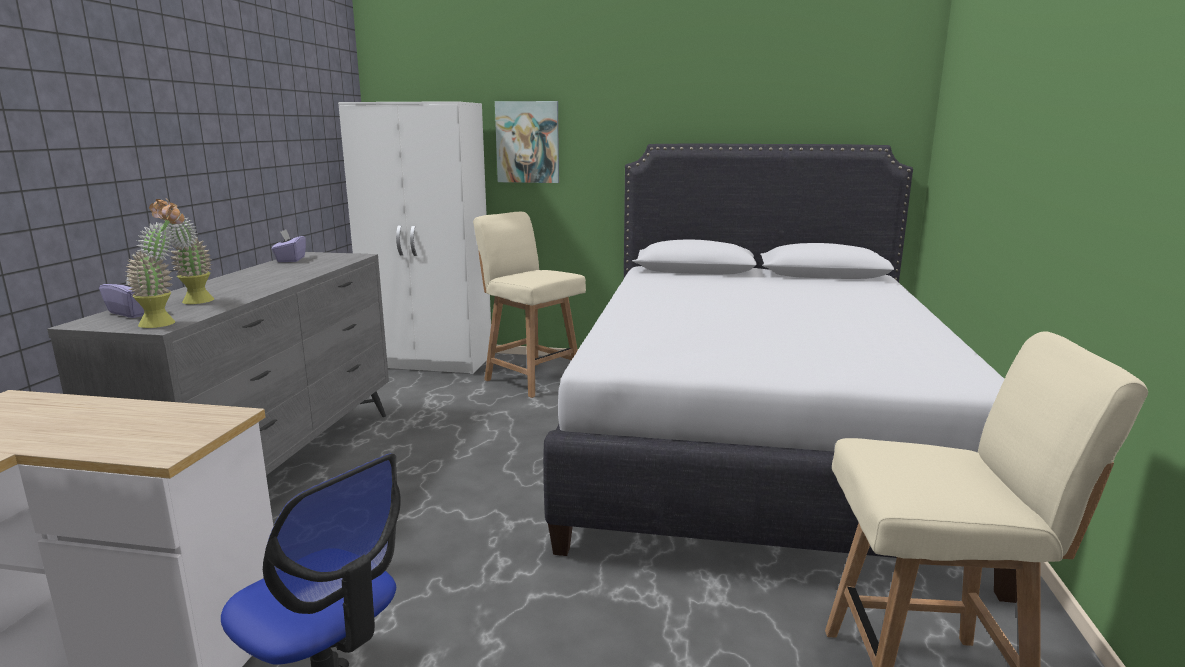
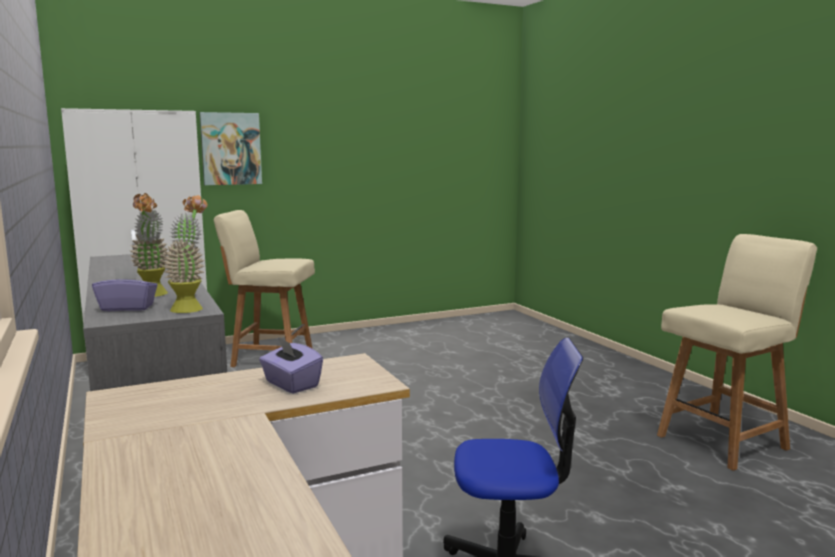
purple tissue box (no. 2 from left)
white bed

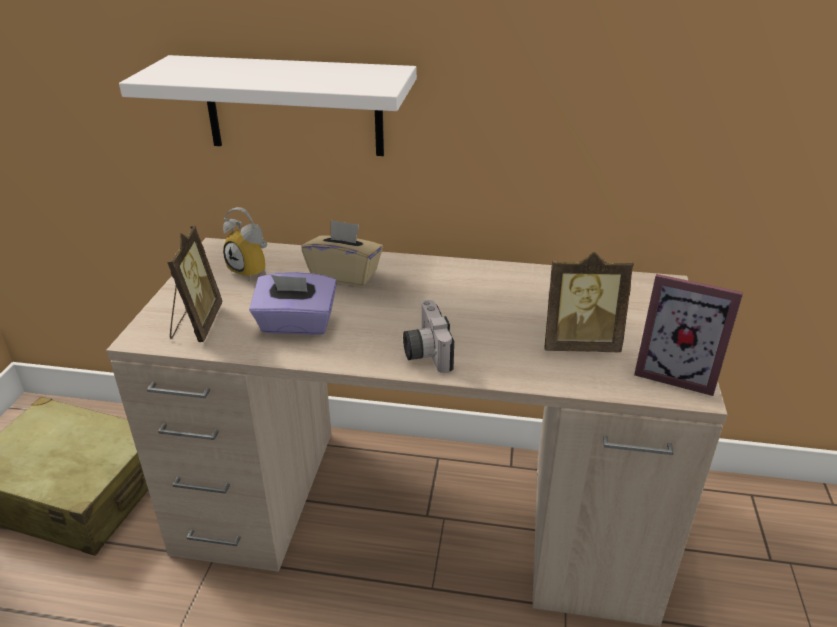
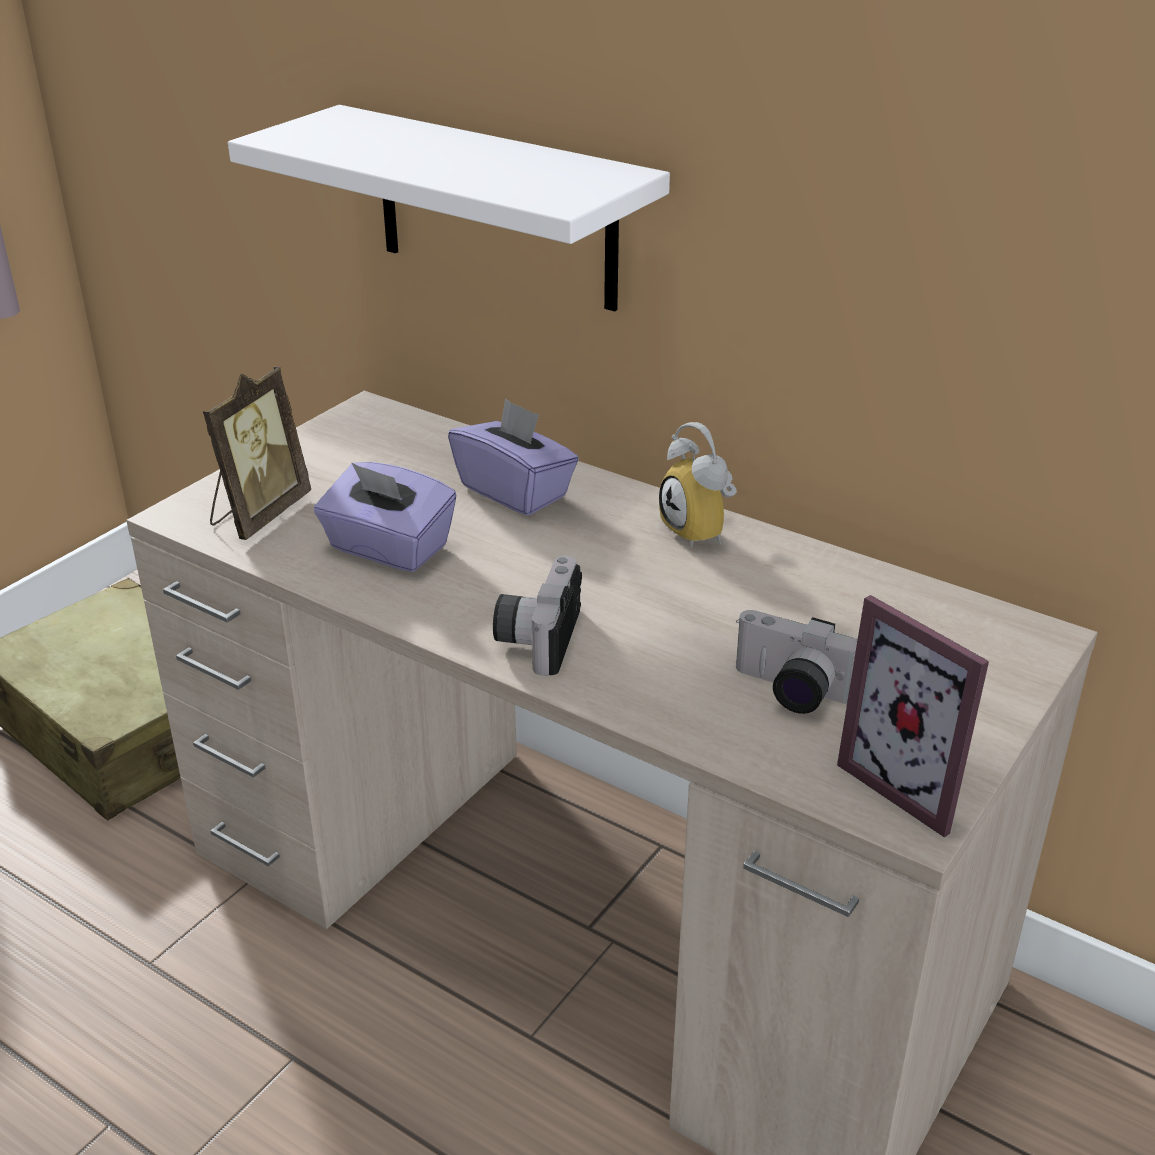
purple tissue box (no. 2 from left)
alarm clock
photo camera (no. 2 from left)

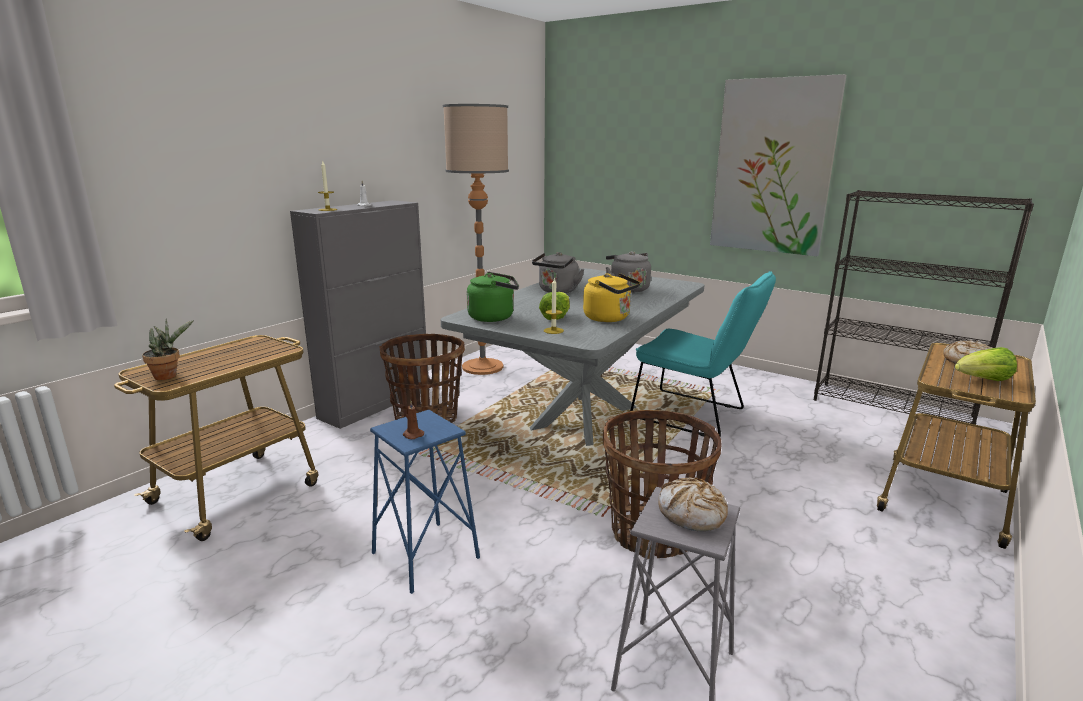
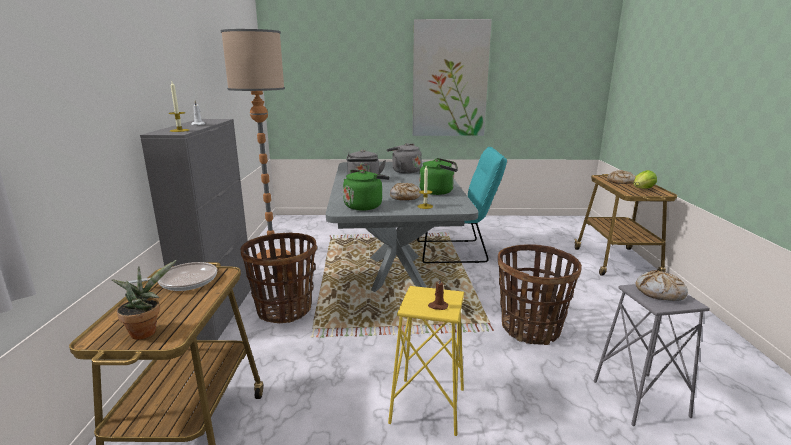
frying pan
yellow stool
bread (no. 1 from left)
green kettle (no. 2 from left)
black bookcase

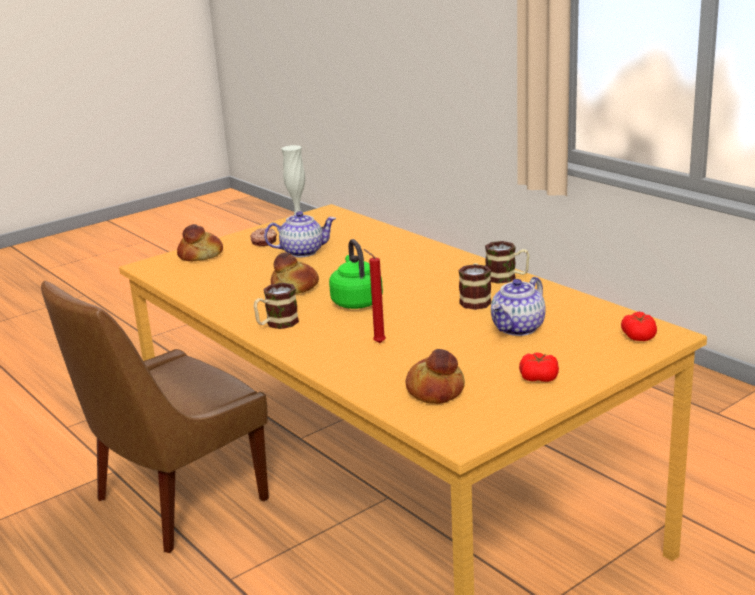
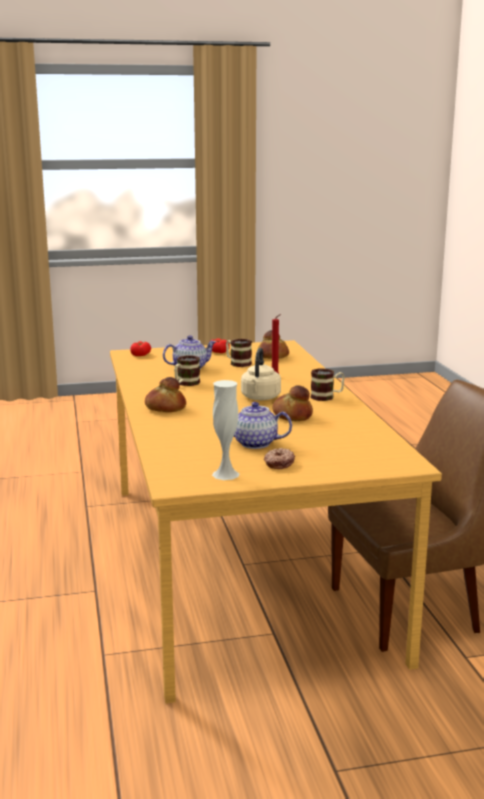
bread (no. 1 from left)
mug (no. 2 from left)
beige kettle

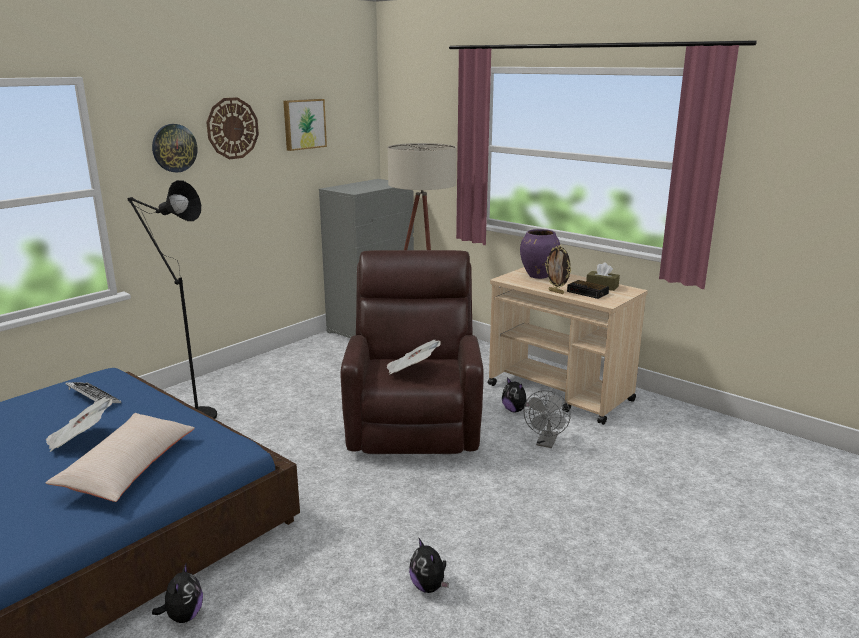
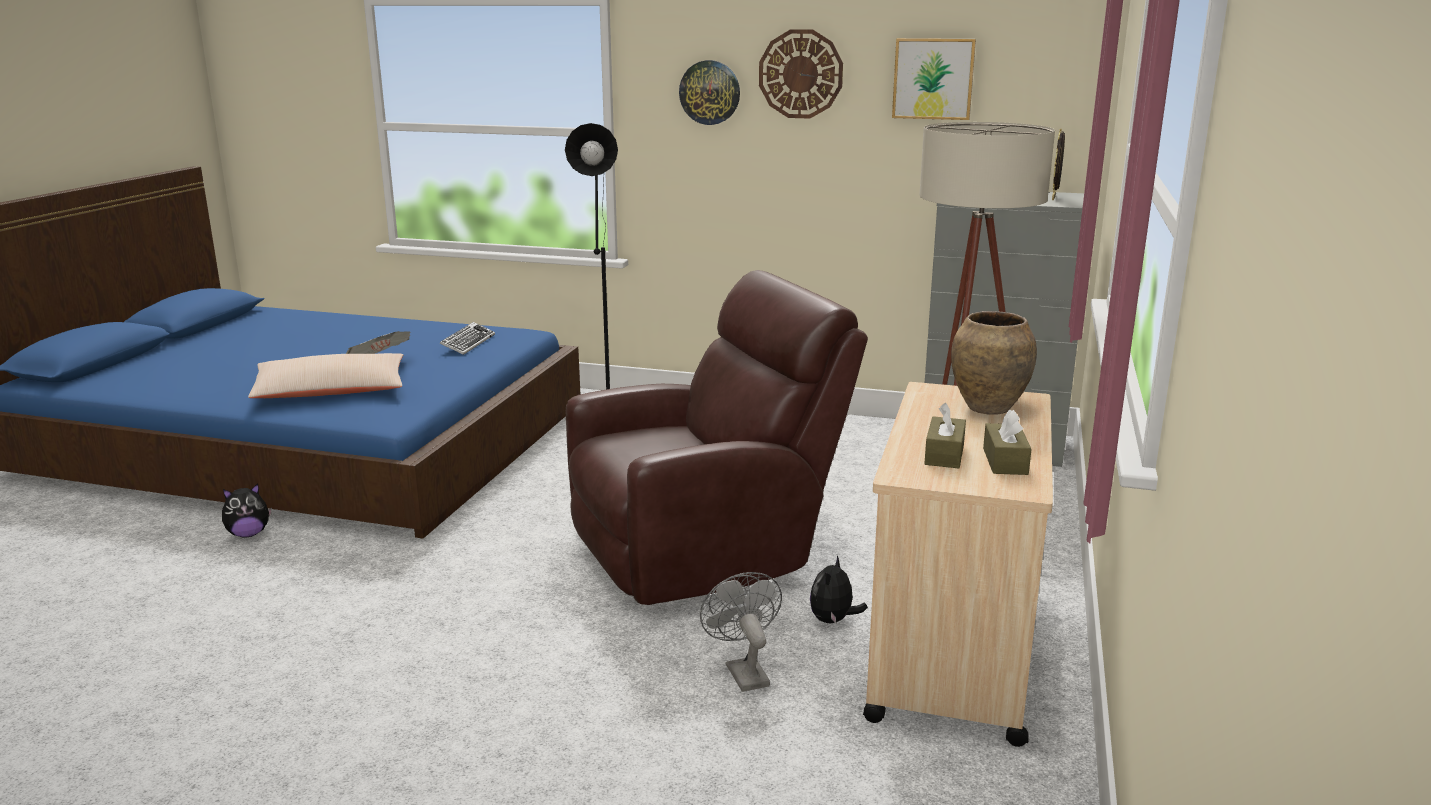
grey fan
brown tissue box (no. 1 from left)
brown vase
picture frame
newspaper (no. 2 from left in the first image)
plush toy (no. 2 from left in the first image)

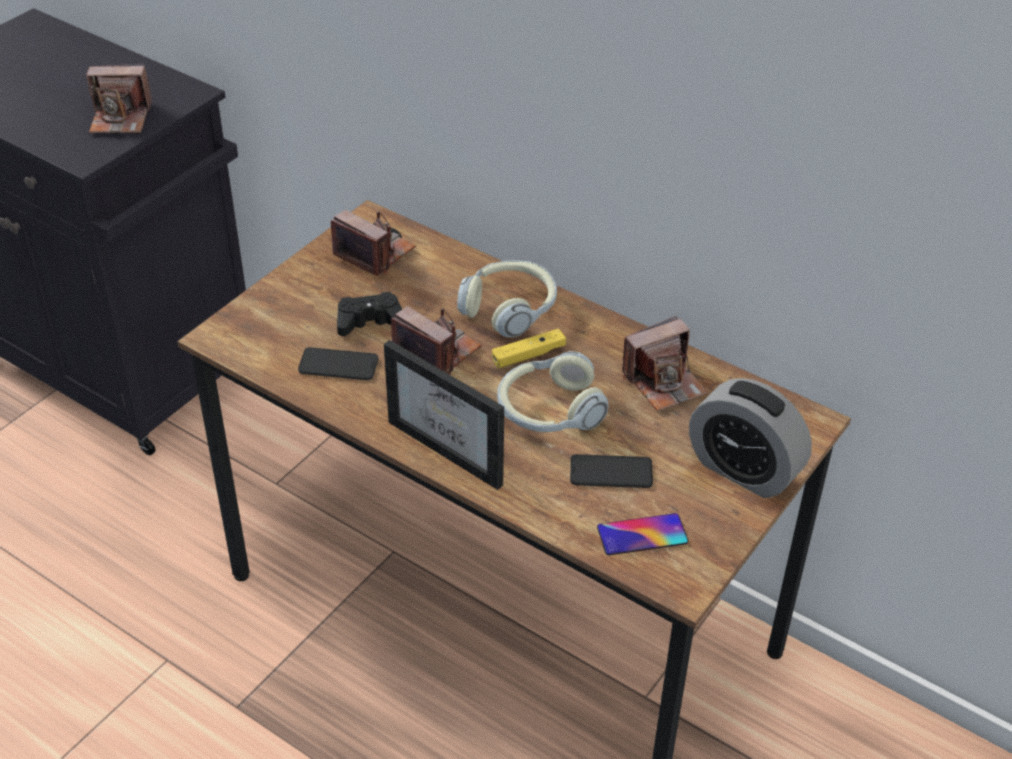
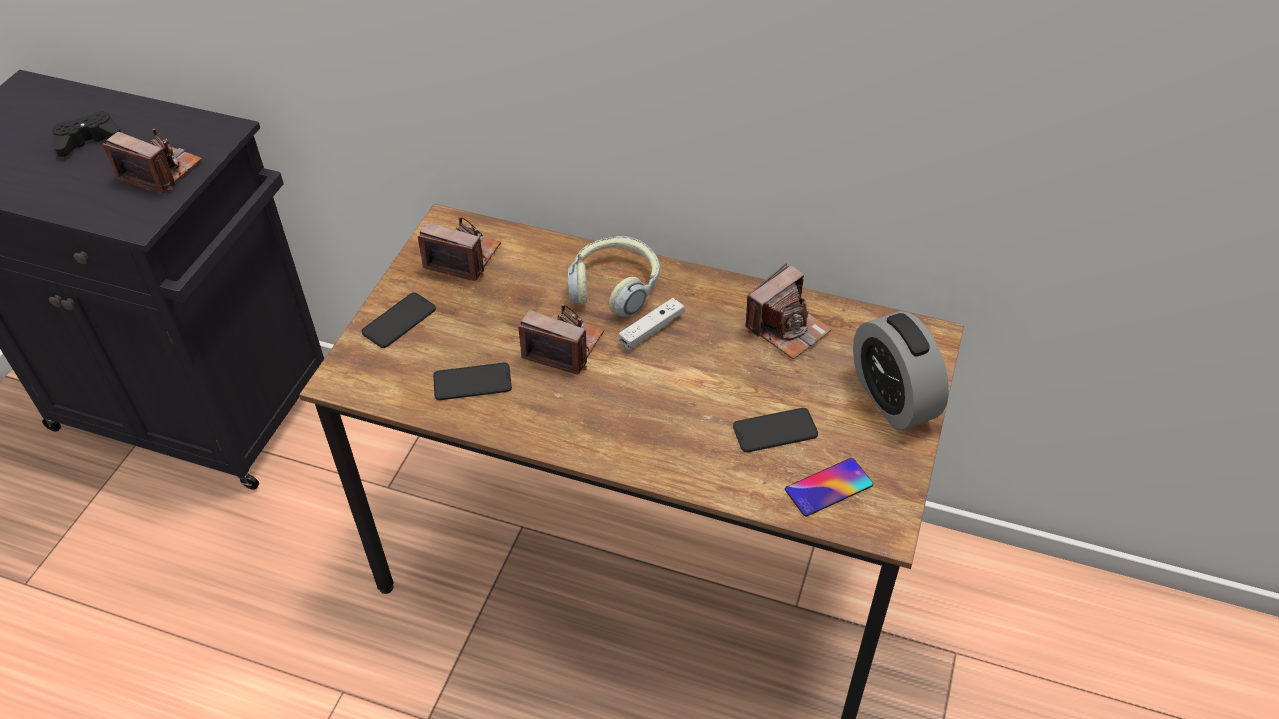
black game controller
photo camera (no. 1 from left)
phone (no. 1 from left)
white game controller
alarm clock
picture frame
headphones (no. 2 from left in the first image)

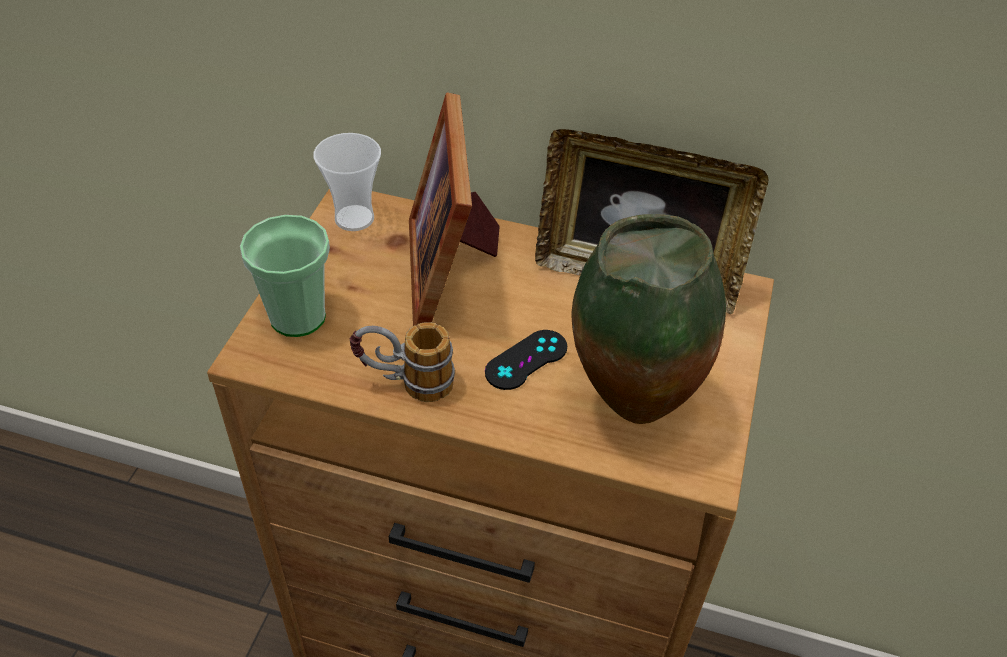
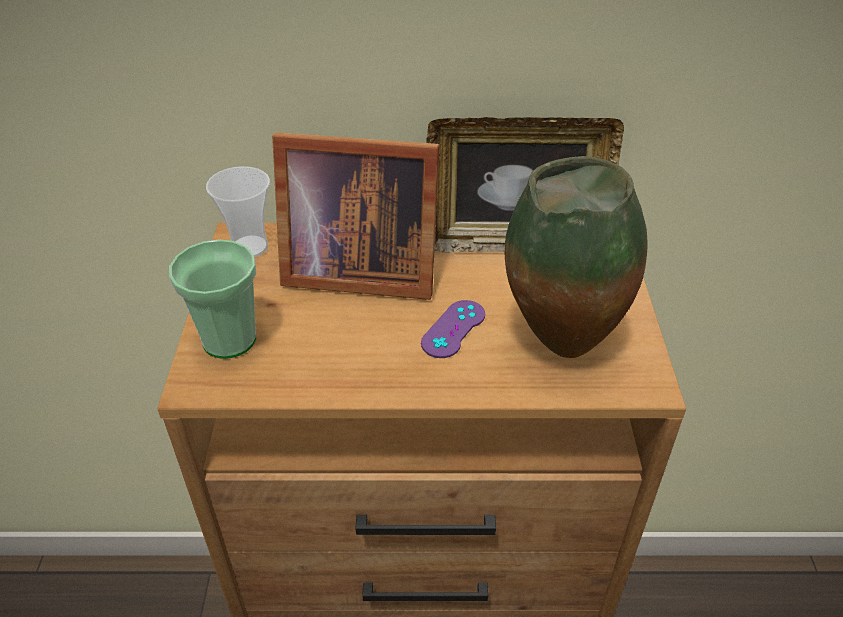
picture frame (no. 1 from left)
purple game controller
mug

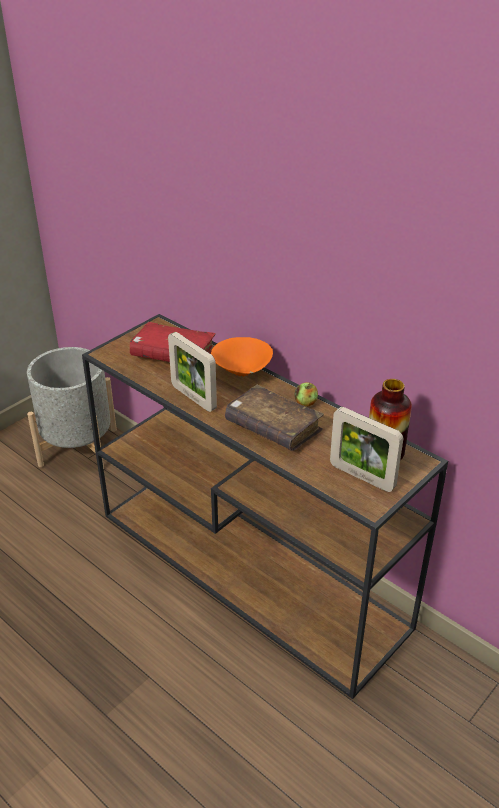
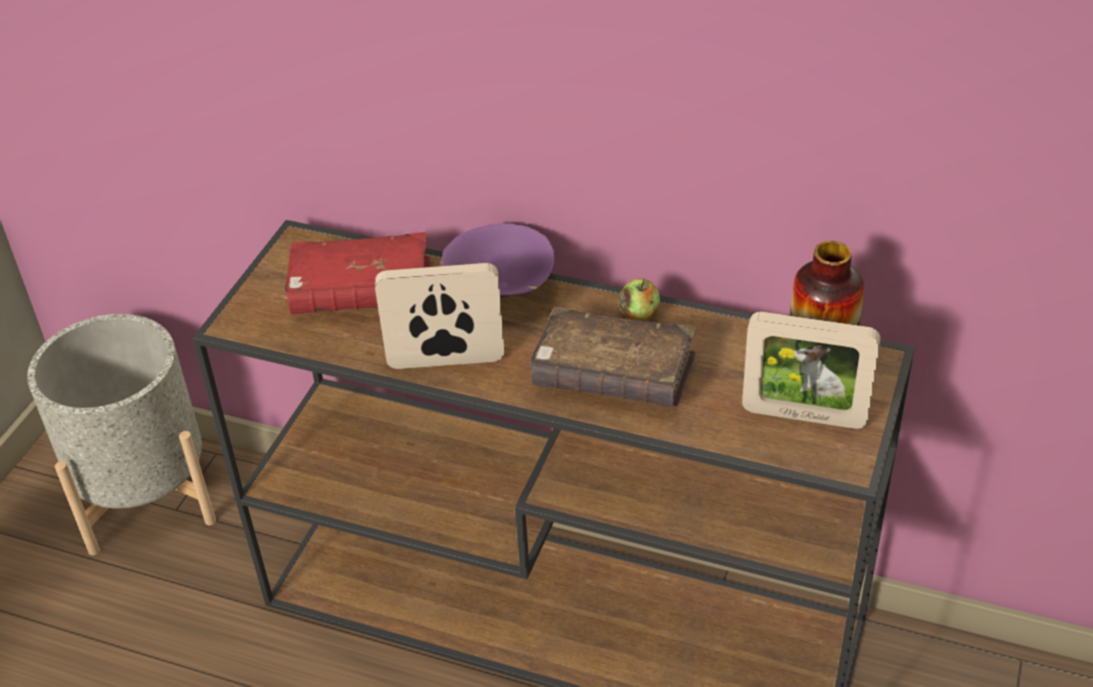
picture frame (no. 1 from left)
purple bowl

